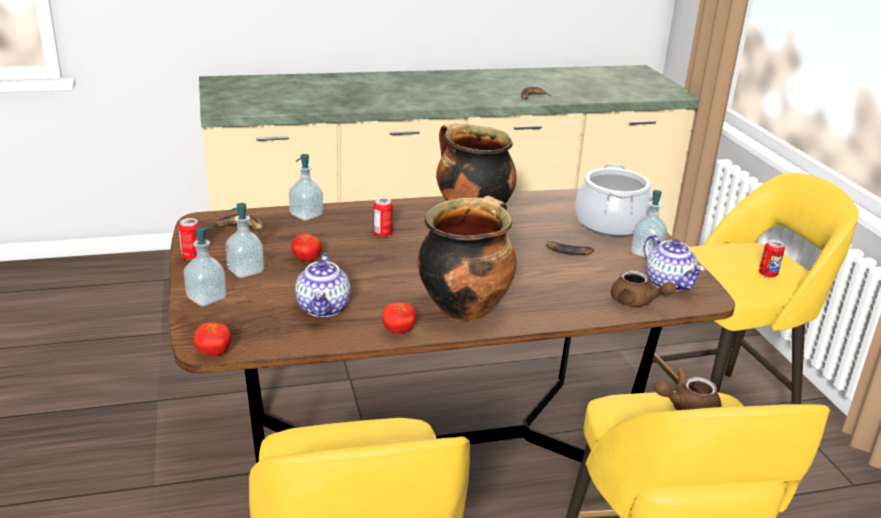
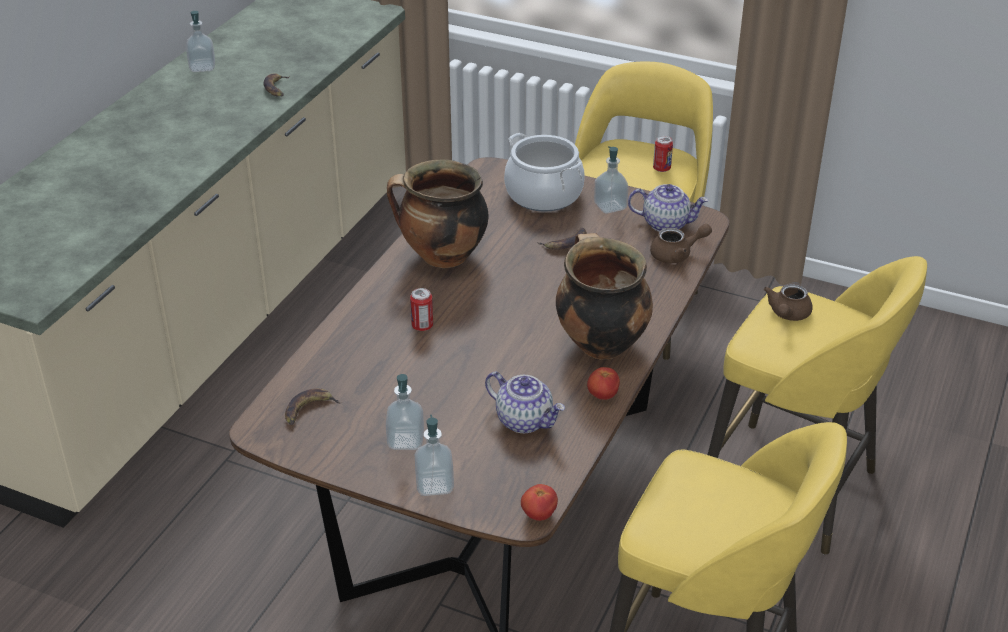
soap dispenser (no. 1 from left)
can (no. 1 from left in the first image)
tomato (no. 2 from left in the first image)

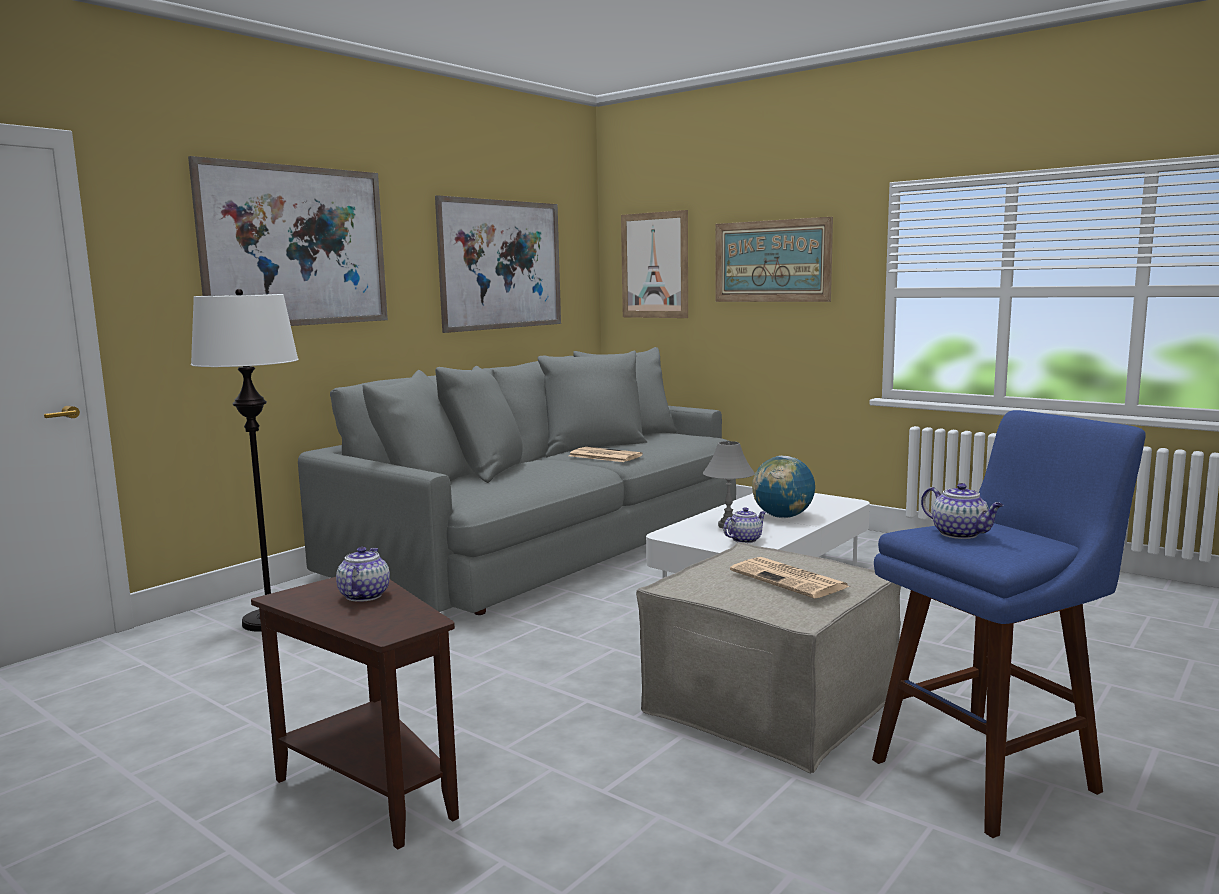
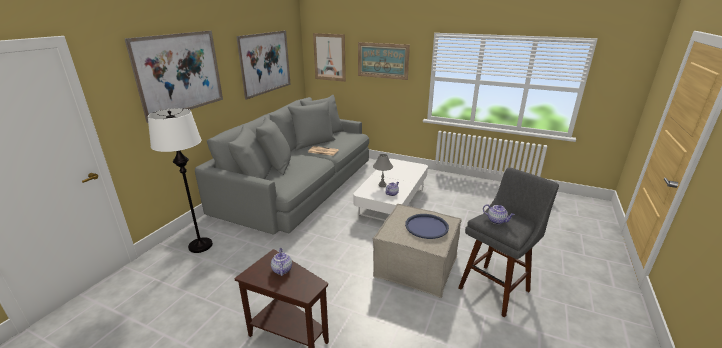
blue tray
grey stool
globe

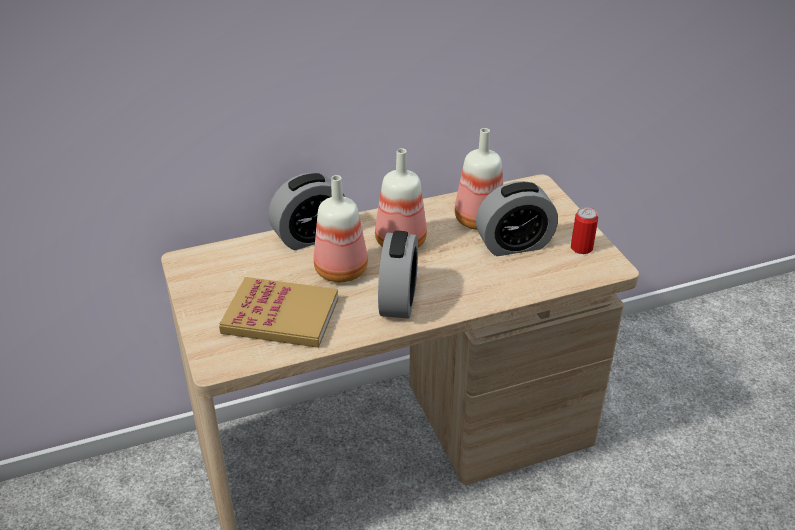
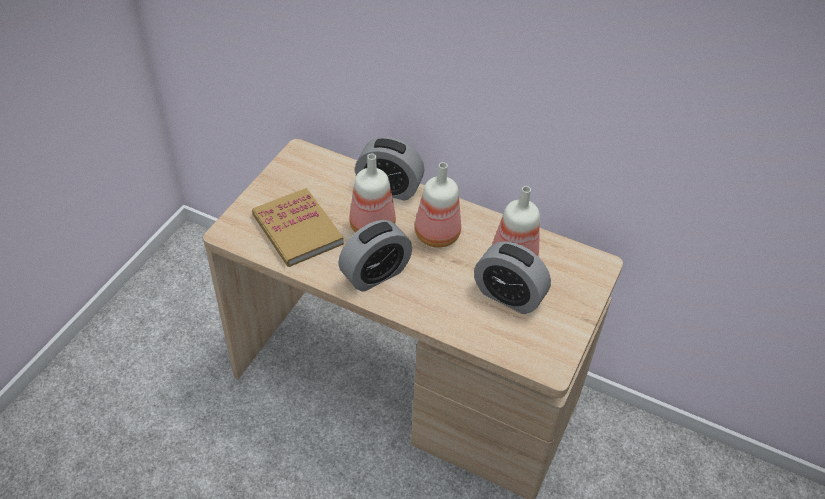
can

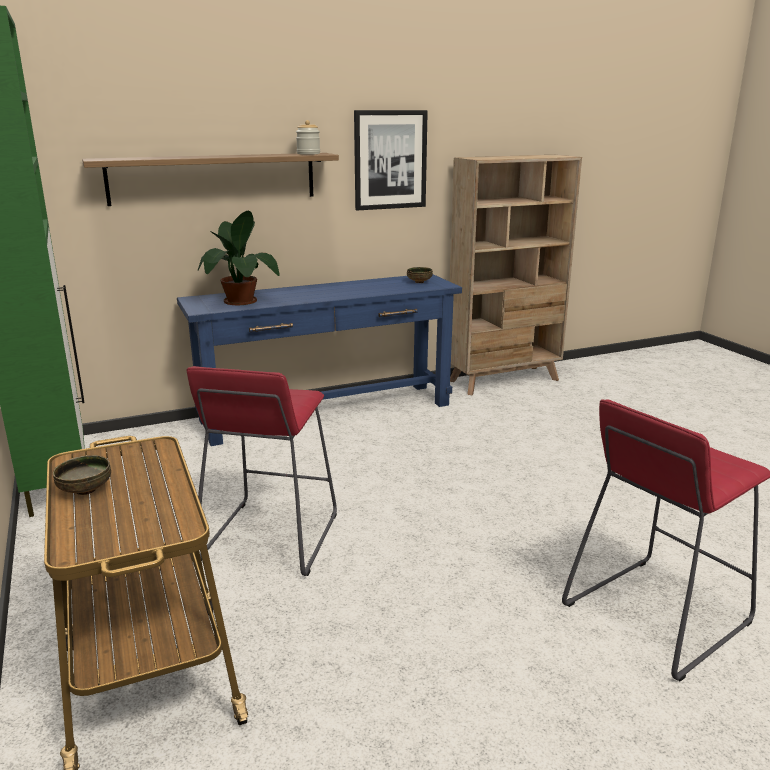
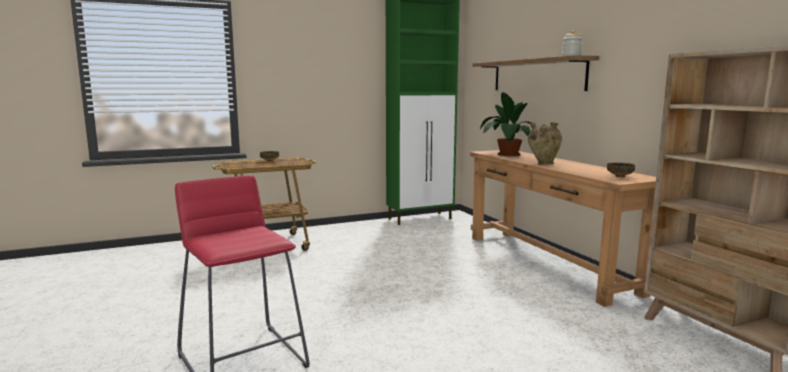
brown console table
beige vase
red stool (no. 1 from left in the first image)
picture

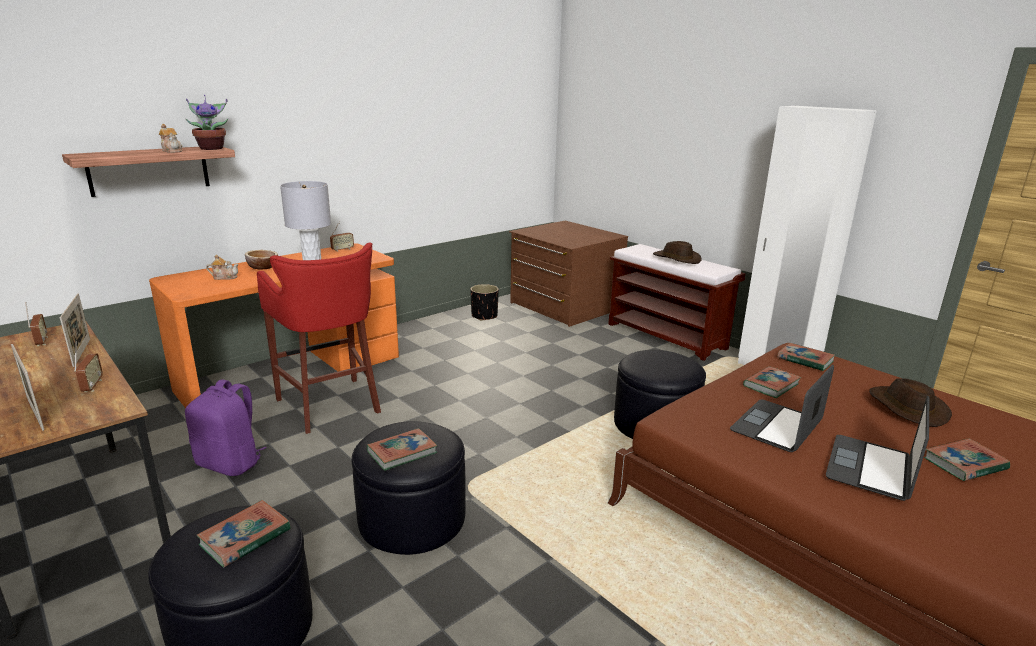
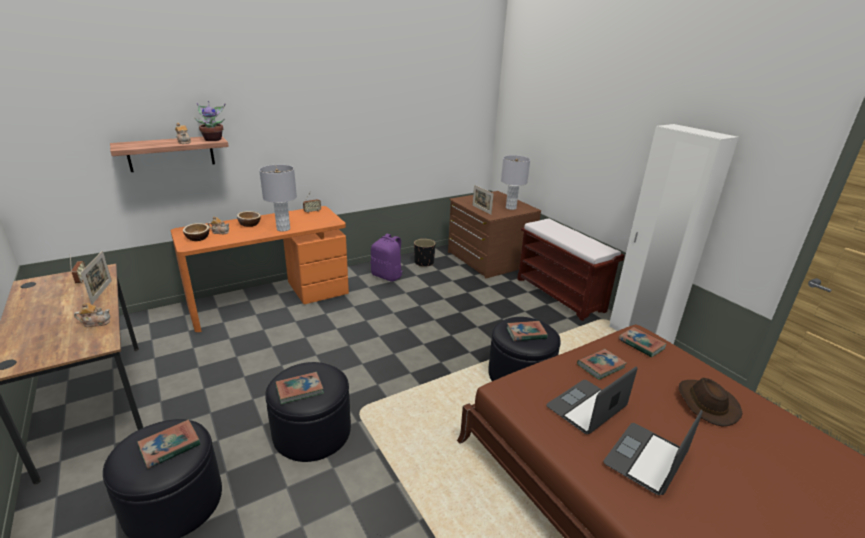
teapot (no. 1 from left)
bowl (no. 1 from left)
purple backpack
picture frame (no. 2 from left)
grey table lamp (no. 2 from left)
book (no. 3 from left)
red stool
brown hat (no. 1 from left in the first image)

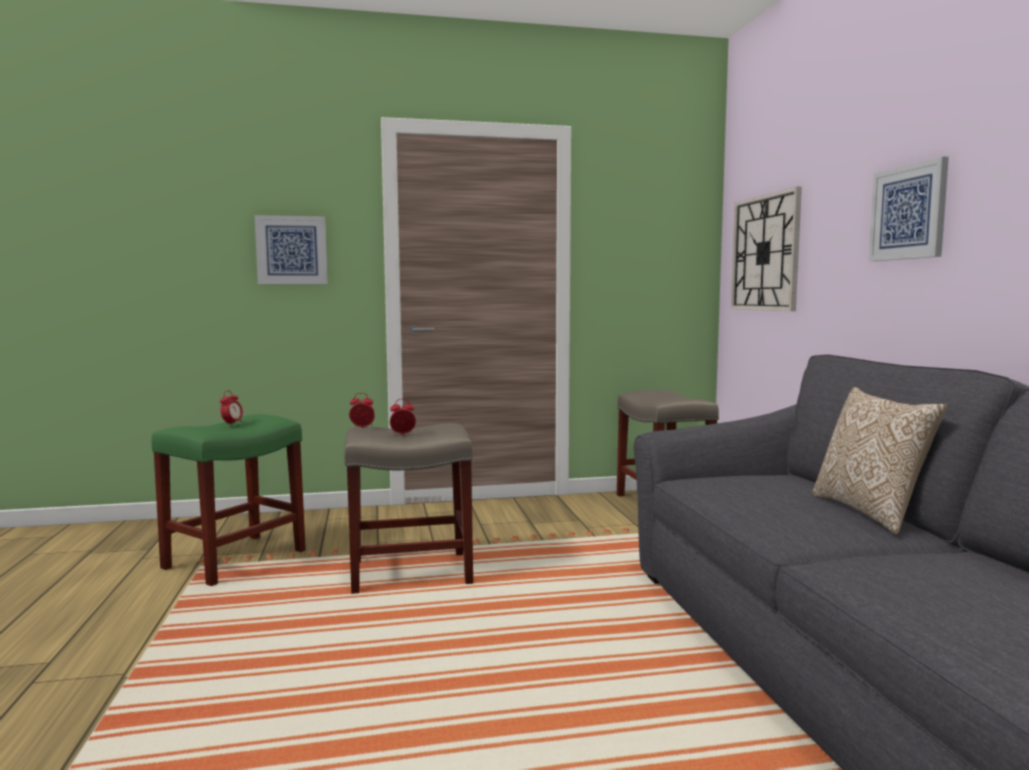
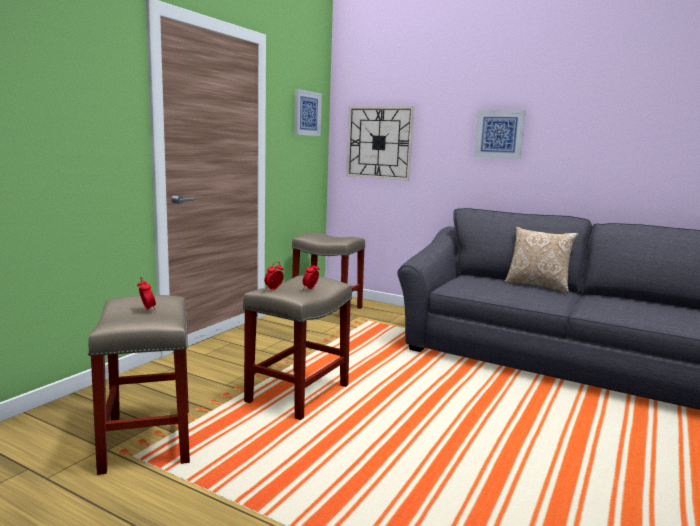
beige stool (no. 1 from left)
picture (no. 1 from left)

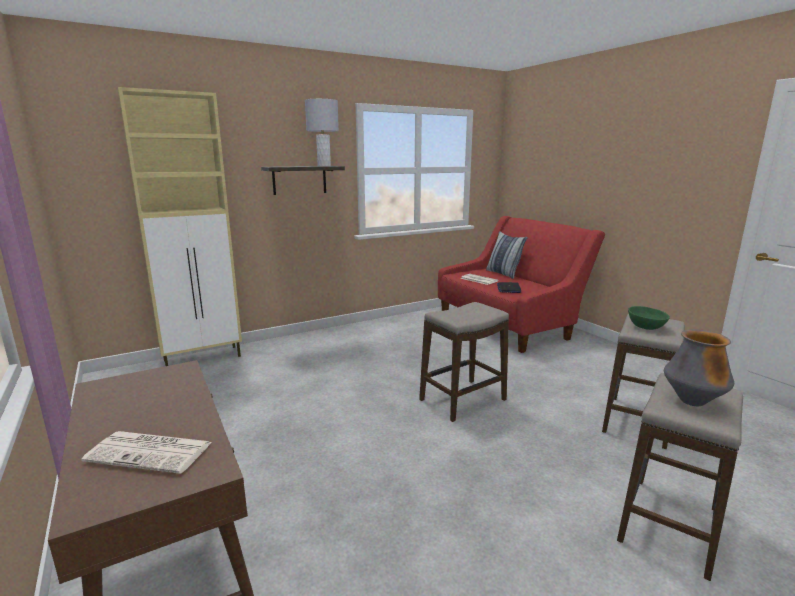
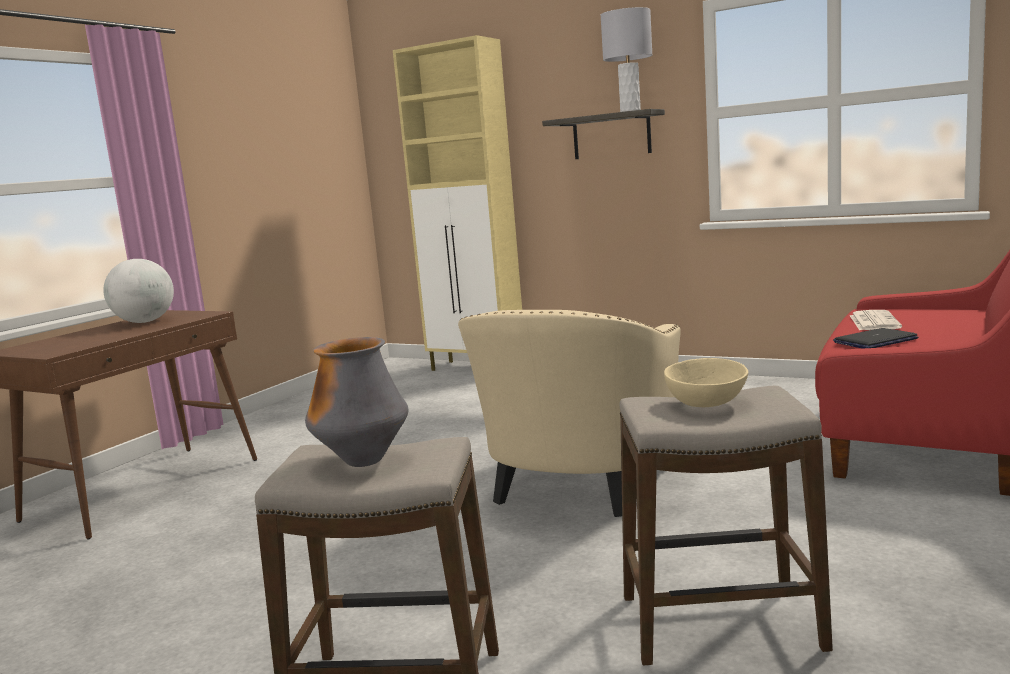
globe
beige armchair
beige bowl
newspaper (no. 1 from left in the first image)
pillow

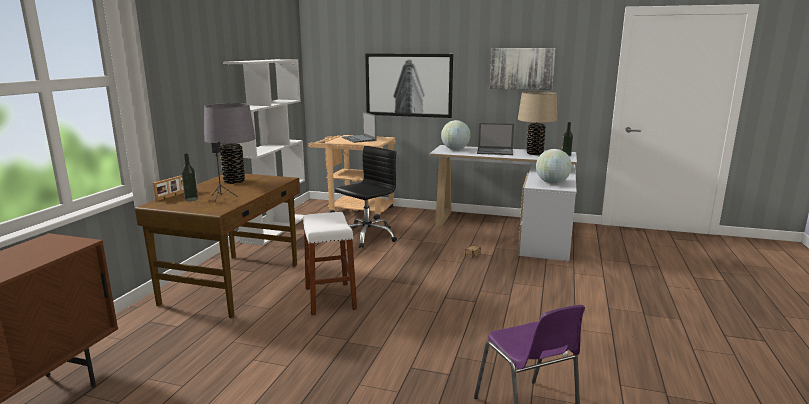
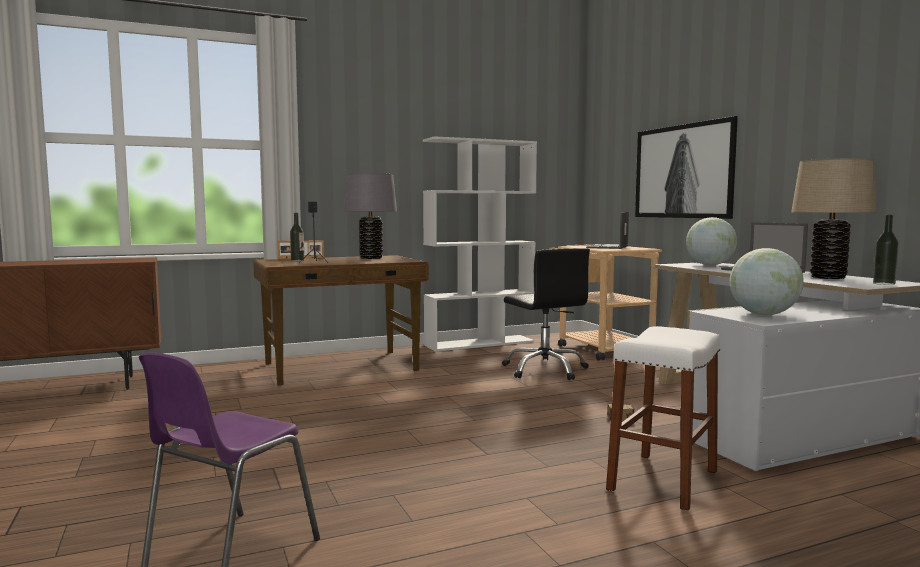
black office chair
white stool
picture (no. 2 from left in the first image)

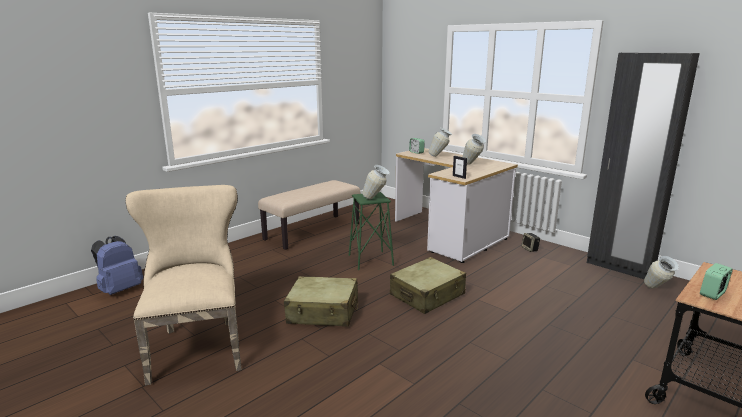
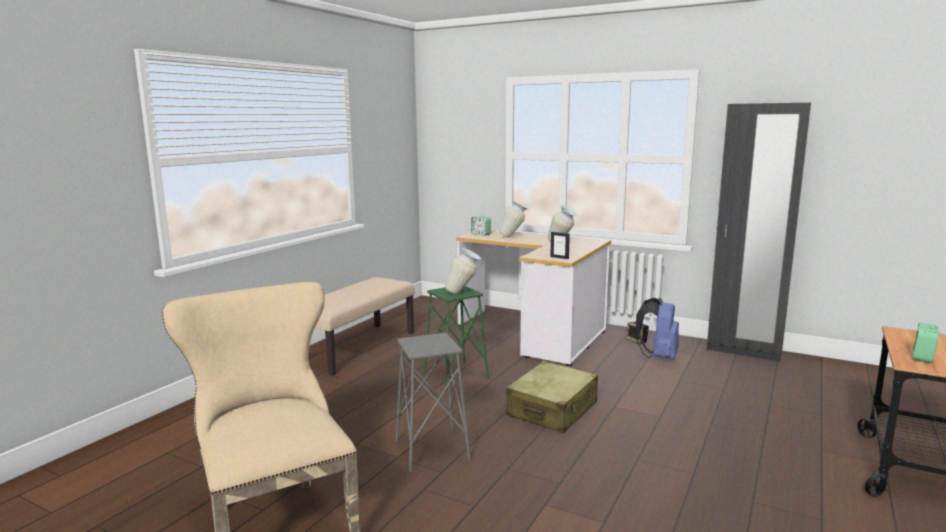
grey stool
blue backpack
vase (no. 4 from left in the first image)

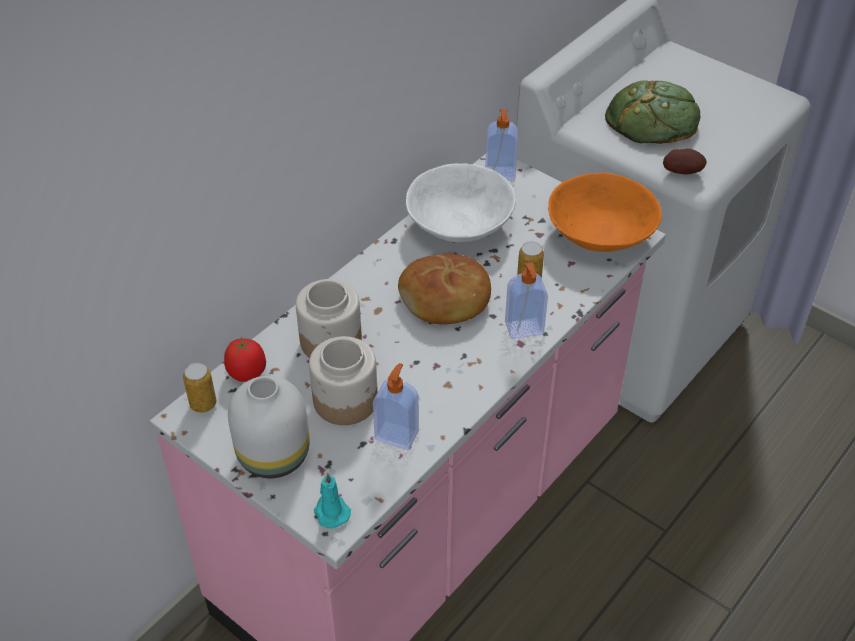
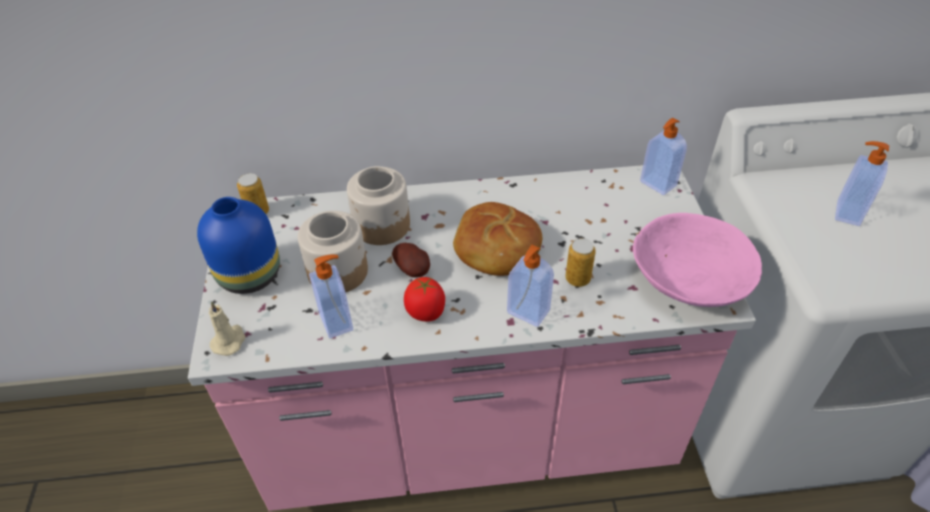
blue vase
beige candle
potato
tomato
pink bowl
soap dispenser (no. 4 from left)
white bowl

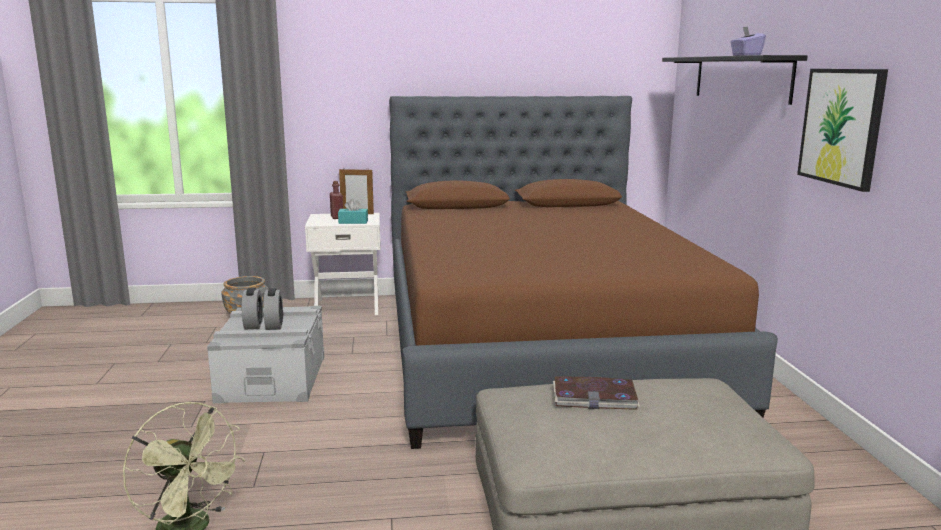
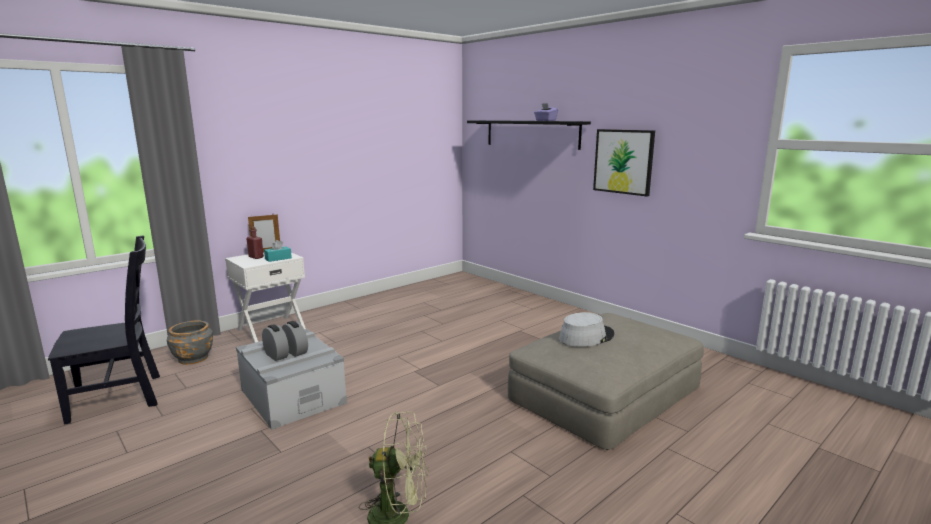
black chair
grey hat
brown bed

